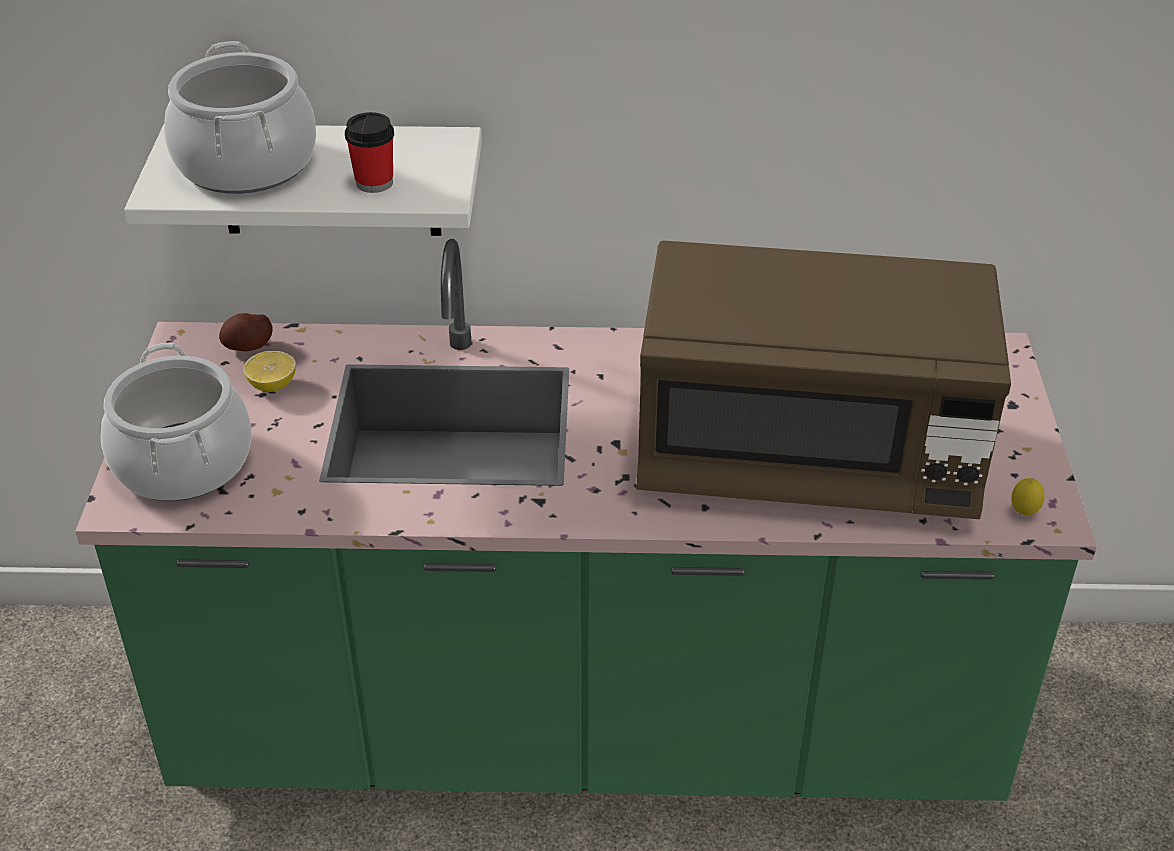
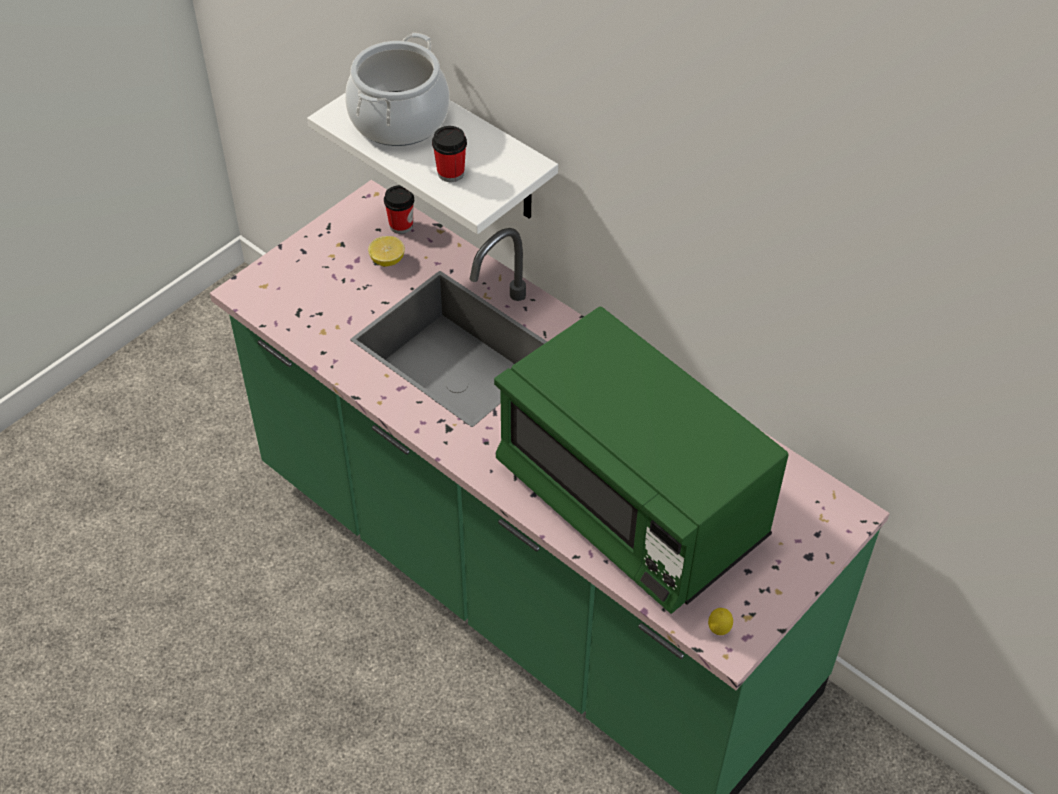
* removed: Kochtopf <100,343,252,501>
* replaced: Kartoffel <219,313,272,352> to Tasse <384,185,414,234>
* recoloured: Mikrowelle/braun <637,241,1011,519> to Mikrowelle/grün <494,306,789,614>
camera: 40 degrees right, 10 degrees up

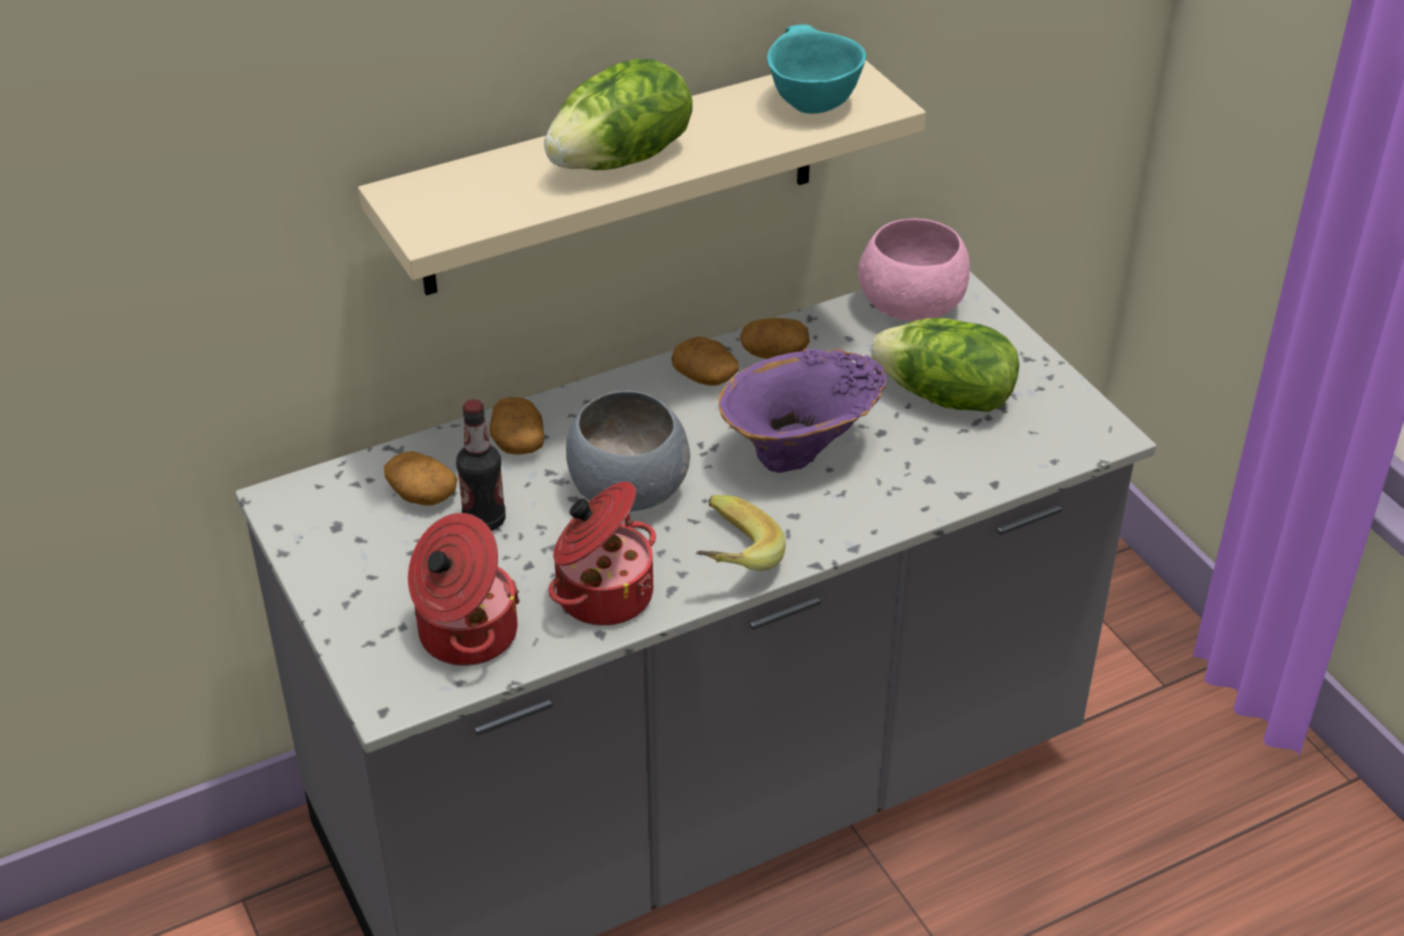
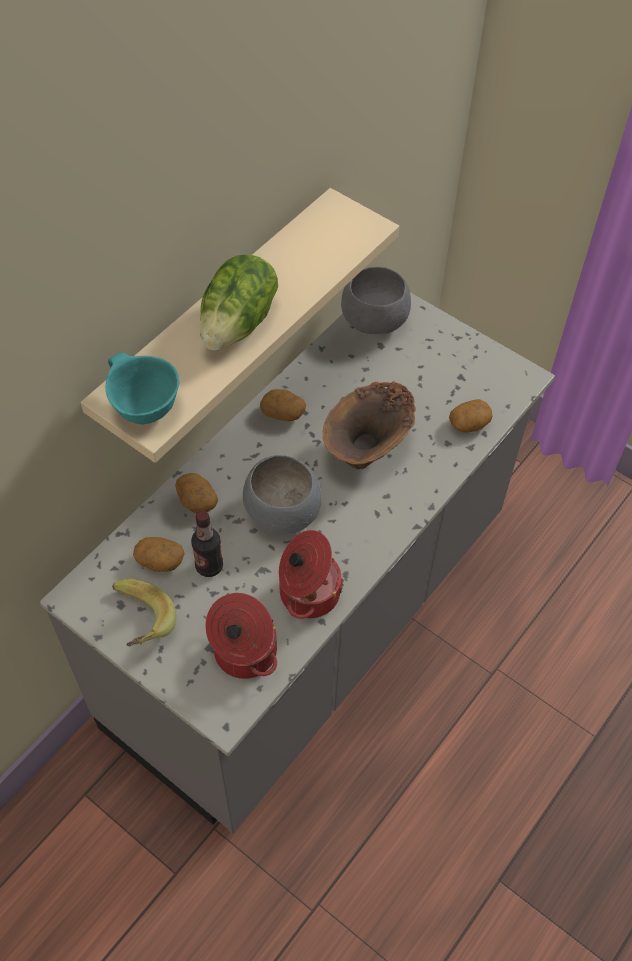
* moved: Banane <696,495,785,571> to <112,579,176,646>
* recoloured: Vase/lila <719,349,886,473> to Vase/braun <323,381,416,469>
* moved: Kartoffel <740,318,810,359> to <449,399,492,433>
* moved: Schüssel/türkis <767,24,866,114> to <105,352,180,424>
* recoloured: Schüssel/rosa <858,219,970,321> to Schüssel/grau <341,267,411,334>
* removed: Salatkopf <871,318,1019,412>
camera: 25 degrees left, 15 degrees up

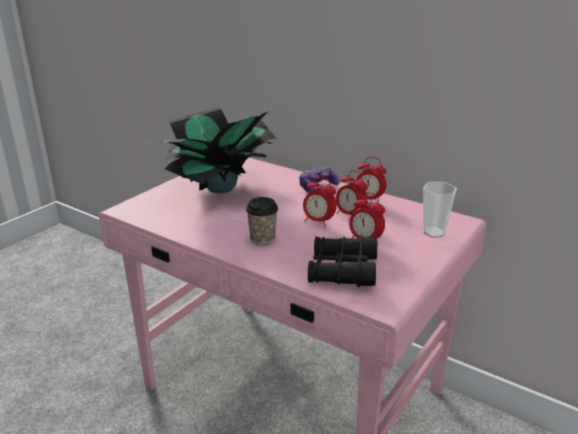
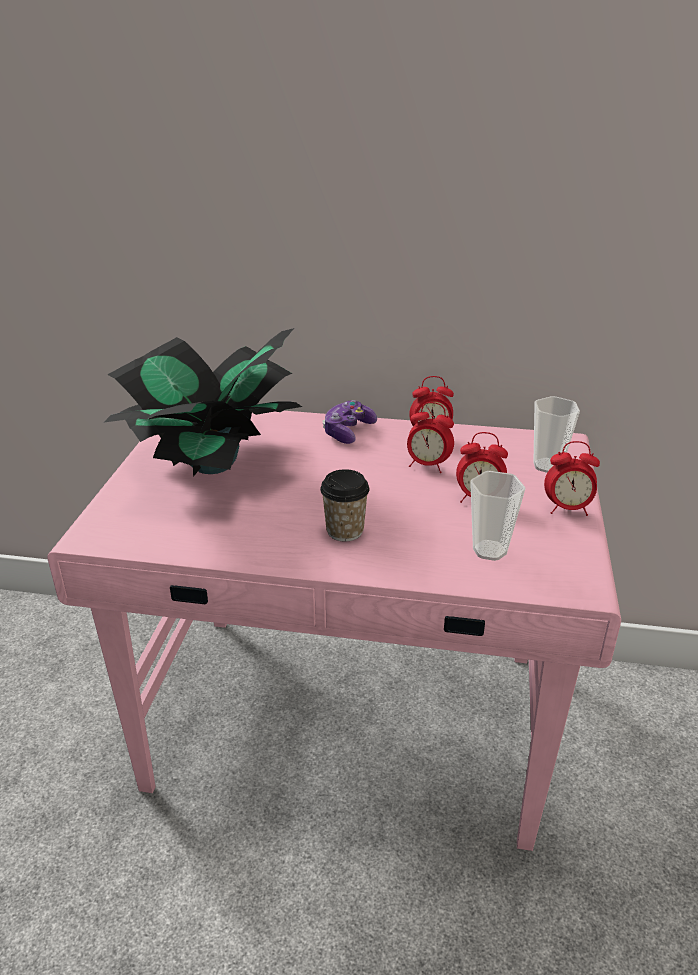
* moved: Wecker <303,176,337,227> to <544,441,600,516>
* replaced: Fernglas/schwarz <308,236,377,287> to Tasse <470,471,526,561>
camera: 25 degrees left, 5 degrees up

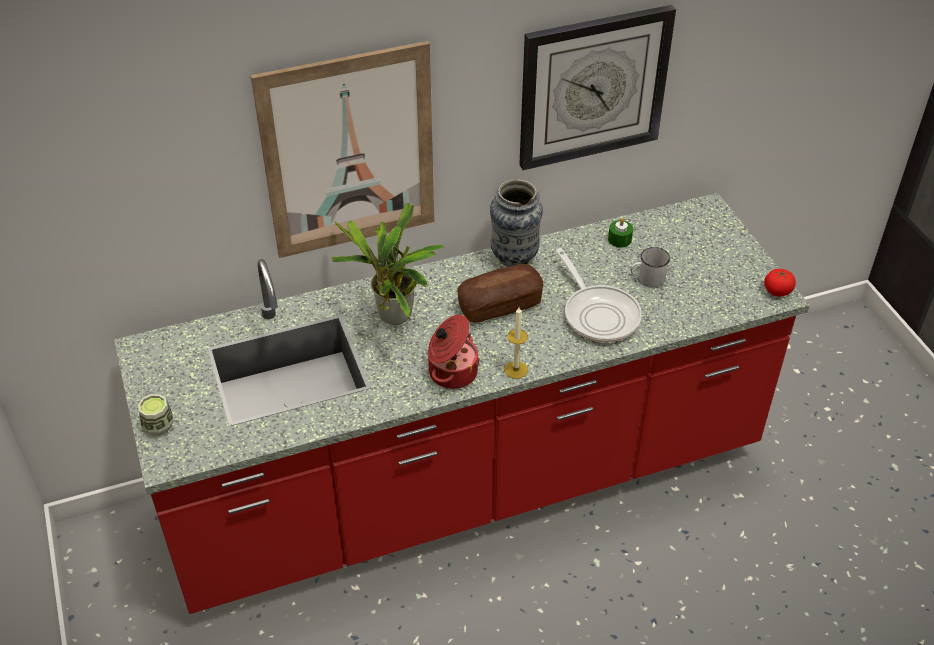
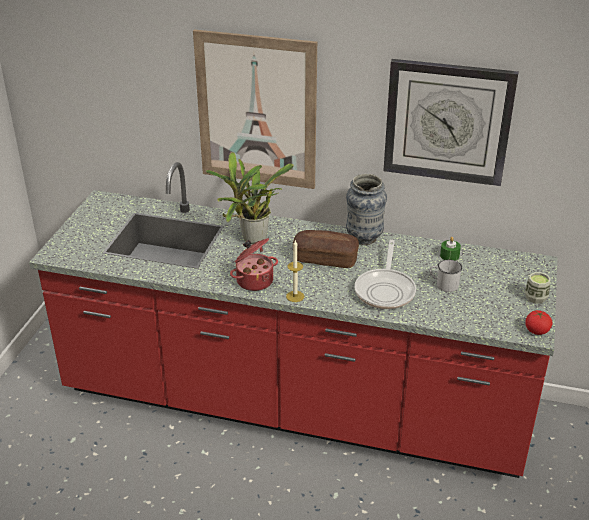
* moved: Tasse <138,394,174,436> to <525,272,551,304>
camera: 35 degrees right, 10 degrees down

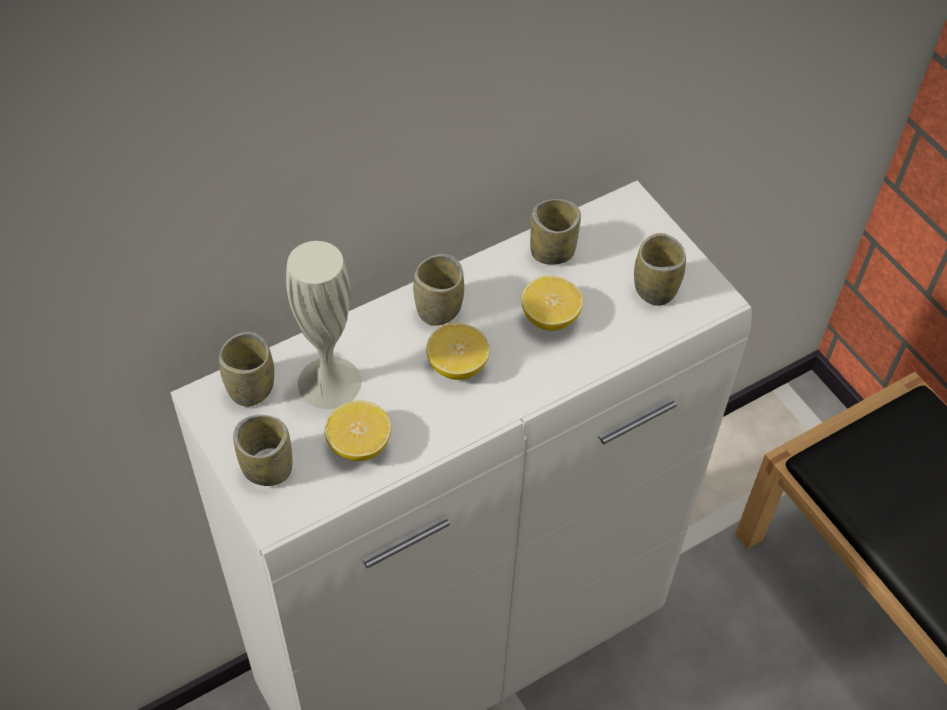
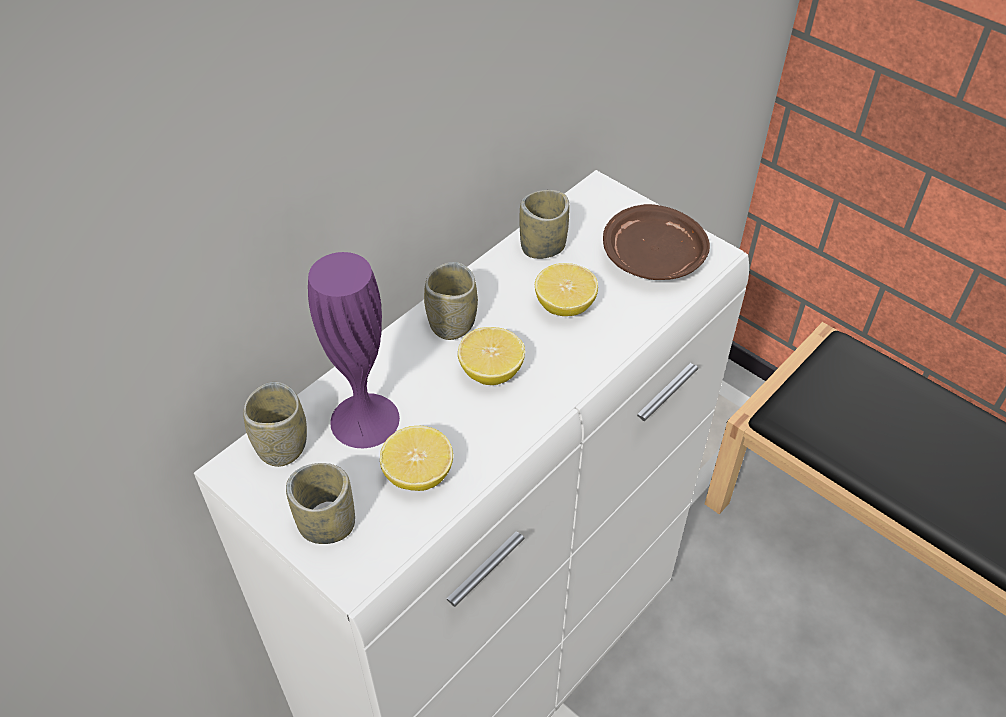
* recoloured: Vase/weiß <286,241,362,409> to Vase/lila <308,252,400,448>
* replaced: Tasse <634,233,686,306> to Teller/braun <603,204,710,280>
camera: 15 degrees left, 5 degrees down

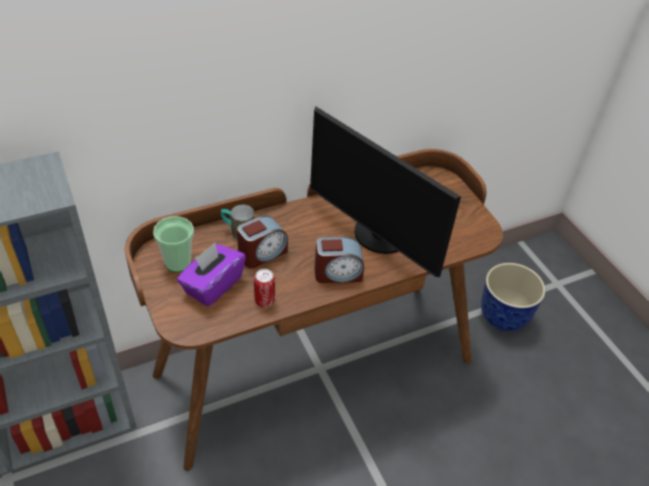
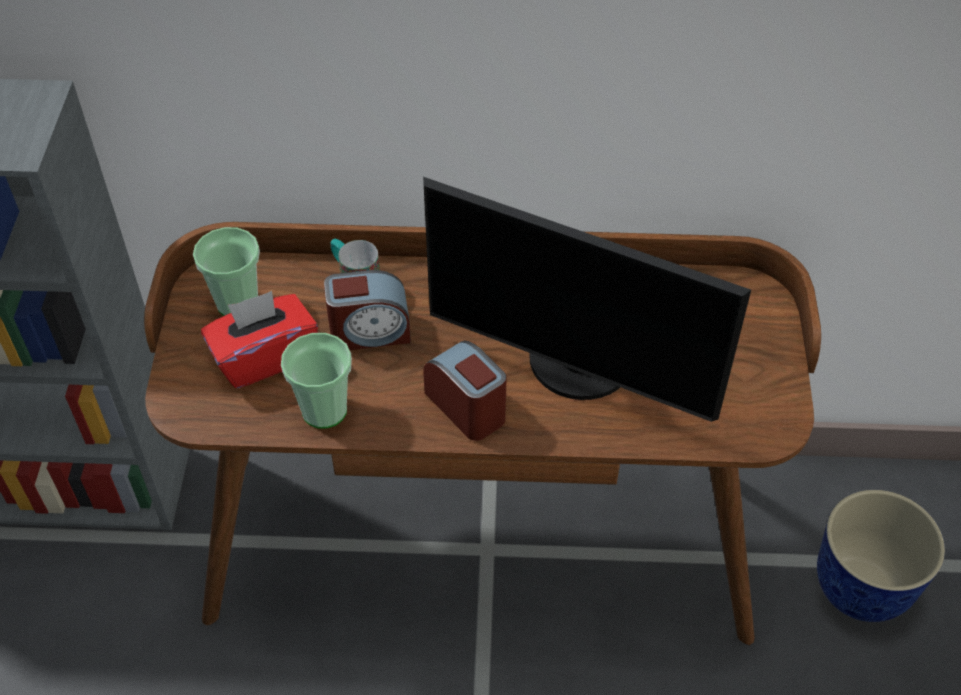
* recoloured: Taschentuchbox/lila <177,243,246,307> to Taschentuchbox/rot <201,291,318,388>
* replaced: Dose <254,269,275,307> to Tasse <281,333,352,429>
* turned: Monitor <310,106,461,277> = <423,177,751,422> 45 degrees counterclockwise
* turned: Wecker <314,236,364,283> = <423,340,506,441> 150 degrees counterclockwise
camera: 30 degrees right, 5 degrees up

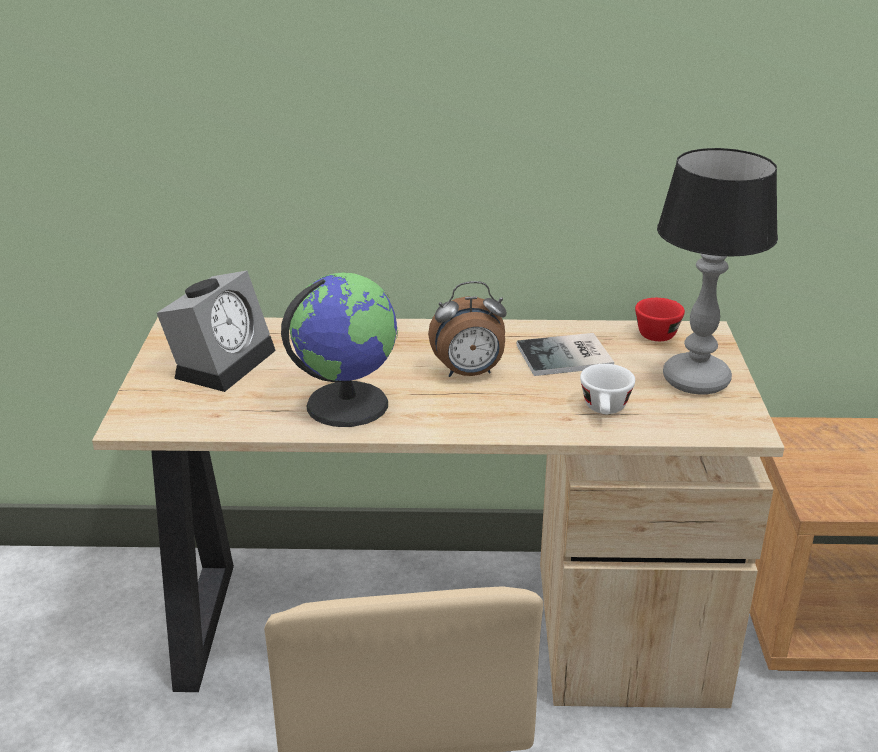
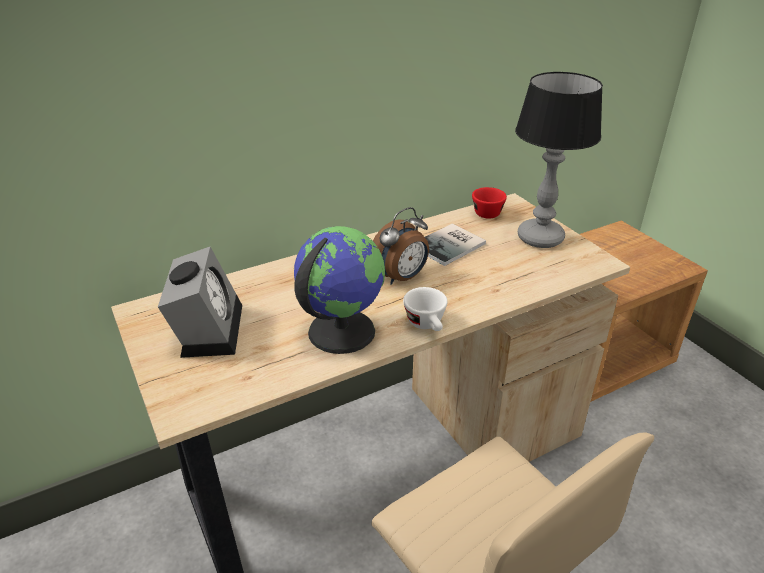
* moved: Tasse/weiß <580,364,635,415> to <403,287,447,331>
camera: 30 degrees left, 5 degrees up

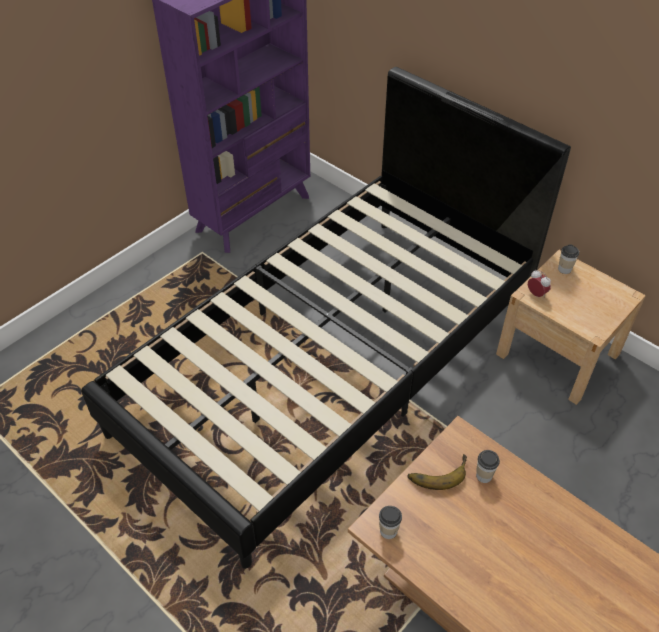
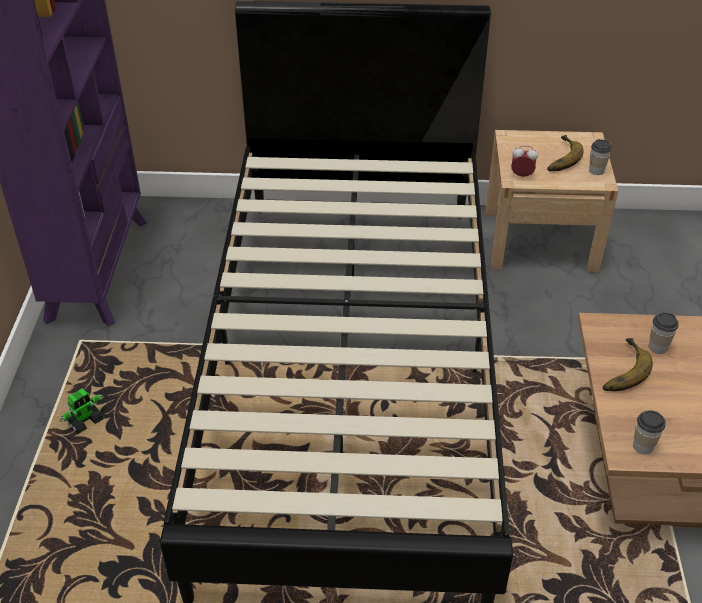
* moved: Tasse <558,245,579,274> to <589,139,612,175>
* added: Spielzeugroboter <60,388,104,434>
* added: Banane <547,135,583,171>
camera: 40 degrees left, 5 degrees down

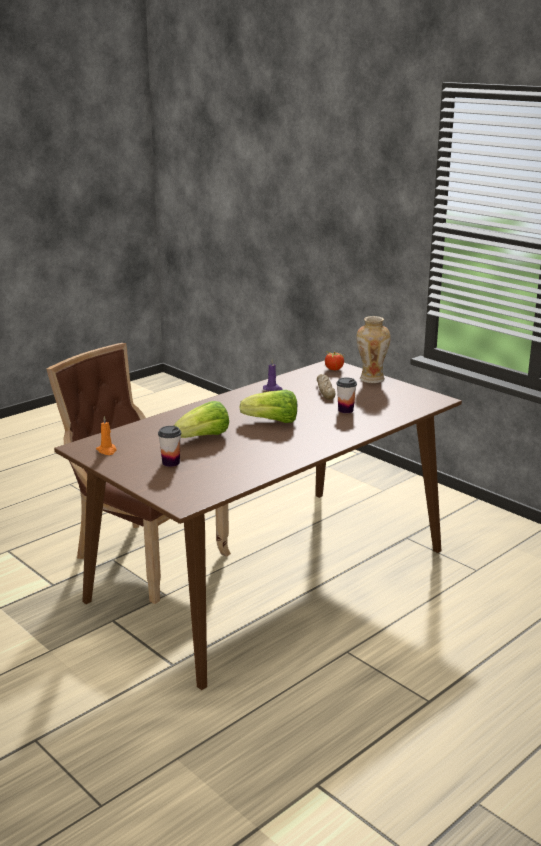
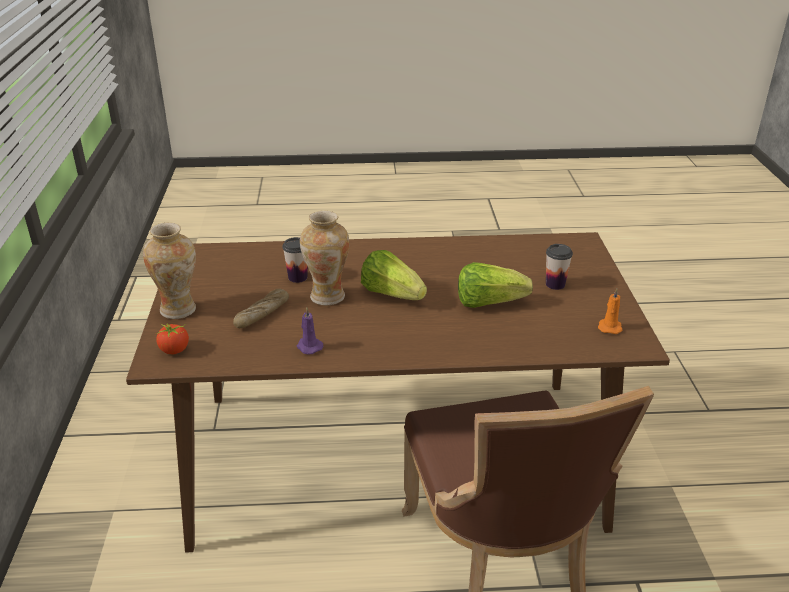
* added: Vase <300,211,349,306>
camera: 140 degrees left, 10 degrees up

